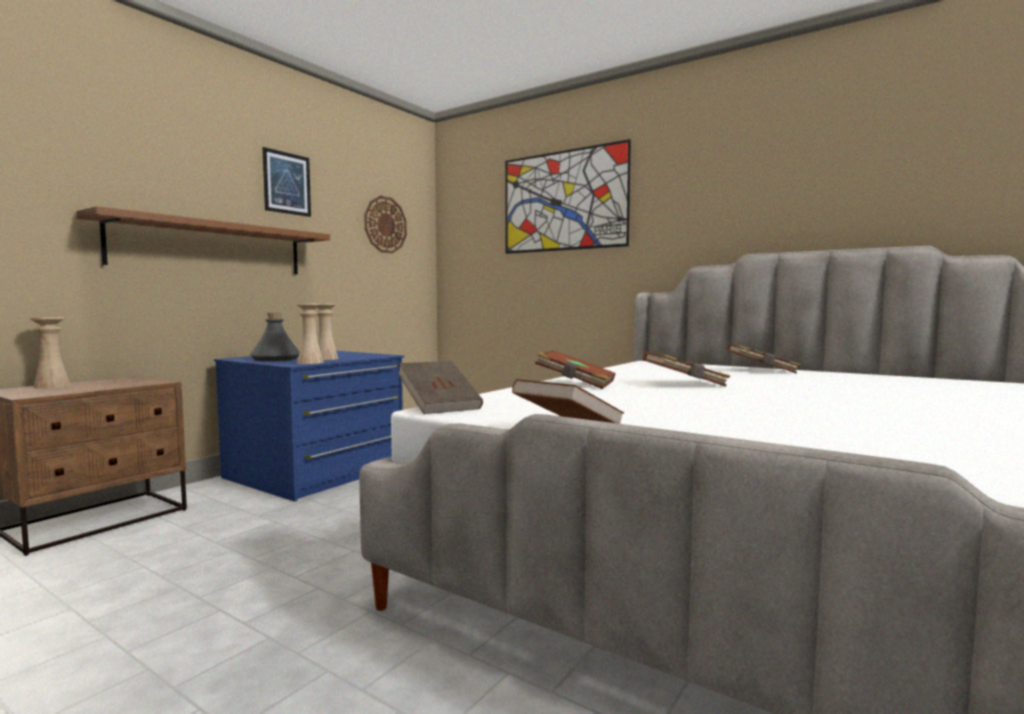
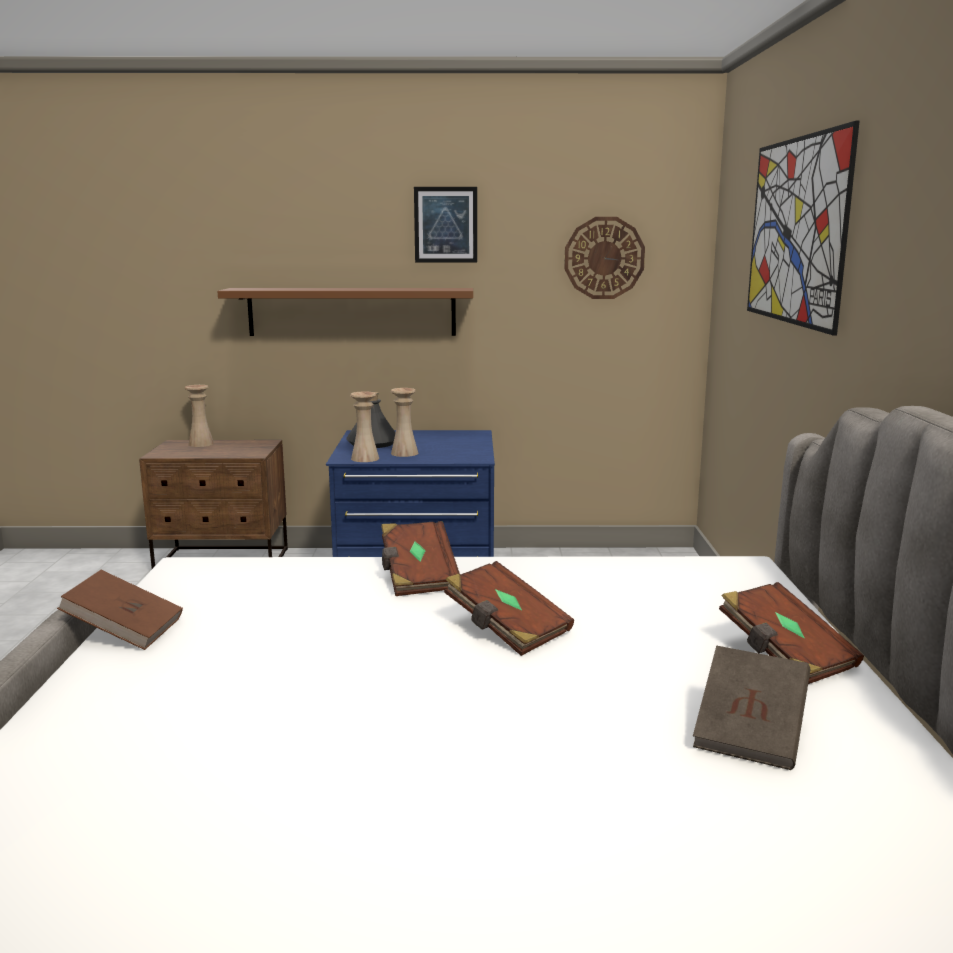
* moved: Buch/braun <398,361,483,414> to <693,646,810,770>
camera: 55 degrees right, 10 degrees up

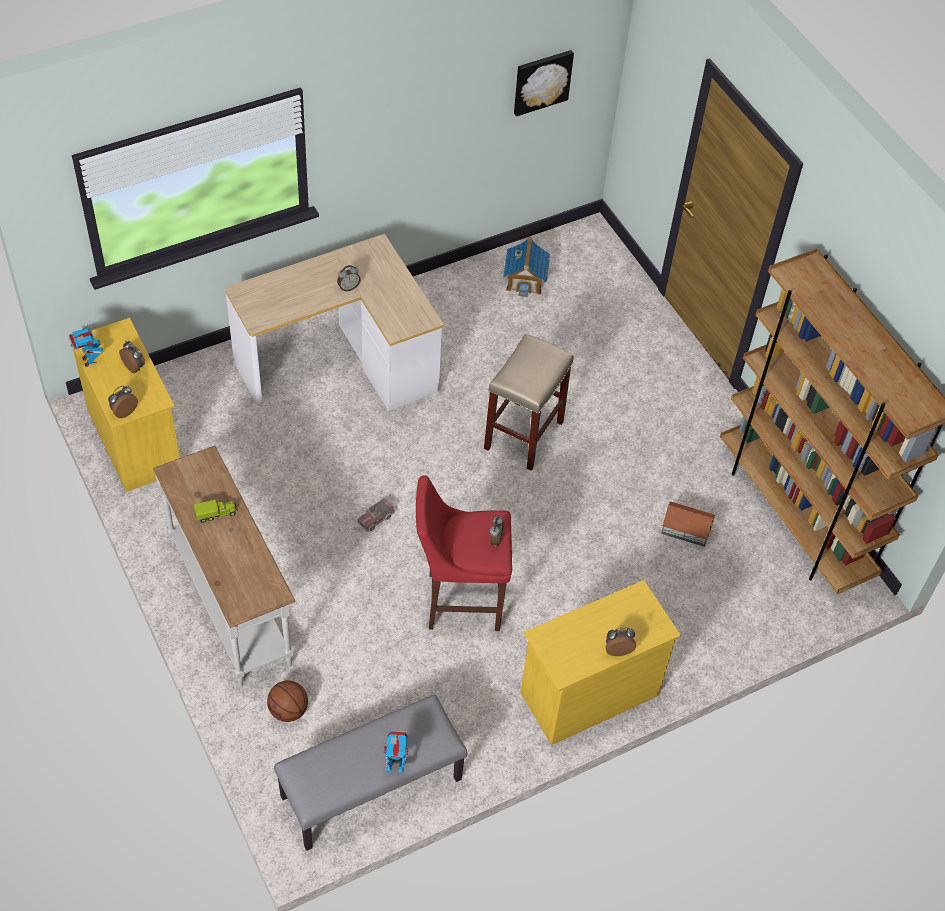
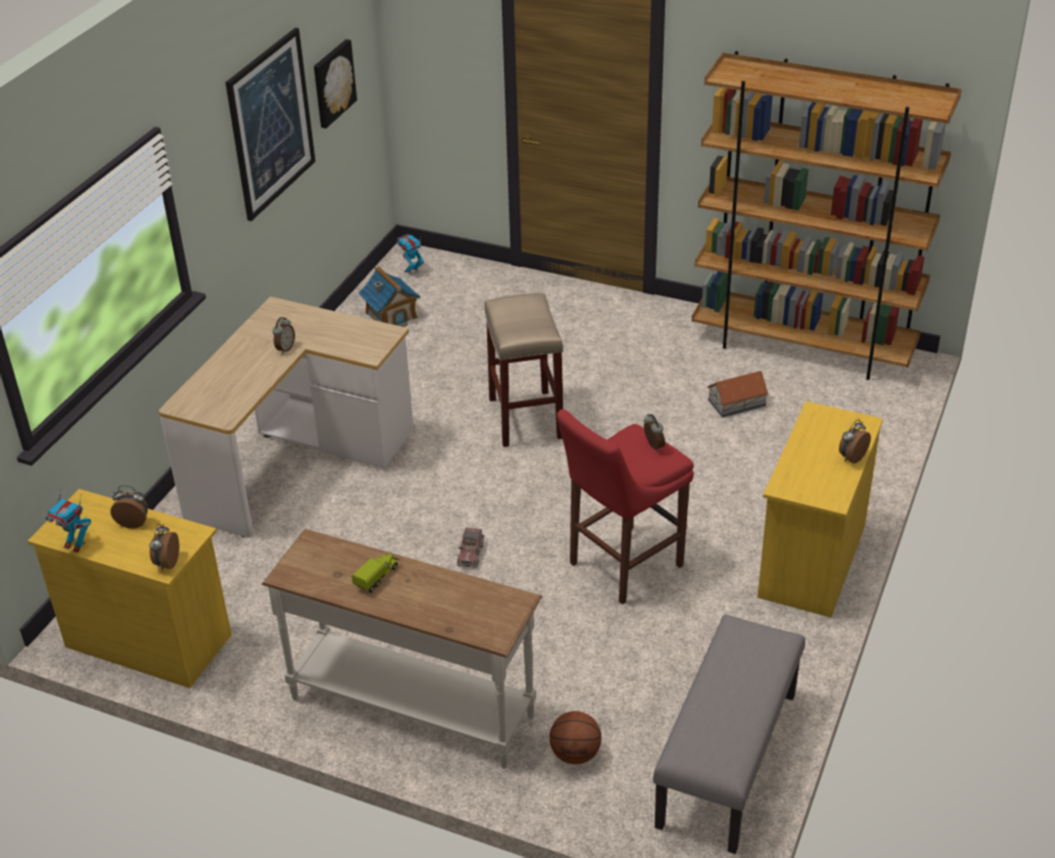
* moved: Spielzeugroboter <384,731,408,773> to <397,234,424,275>
* added: Bild <225,28,316,221>
camera: 35 degrees left, 15 degrees down

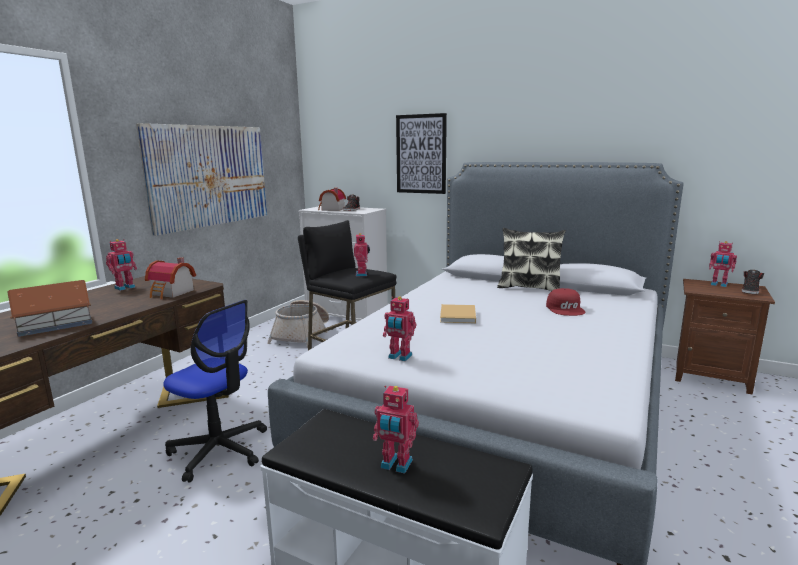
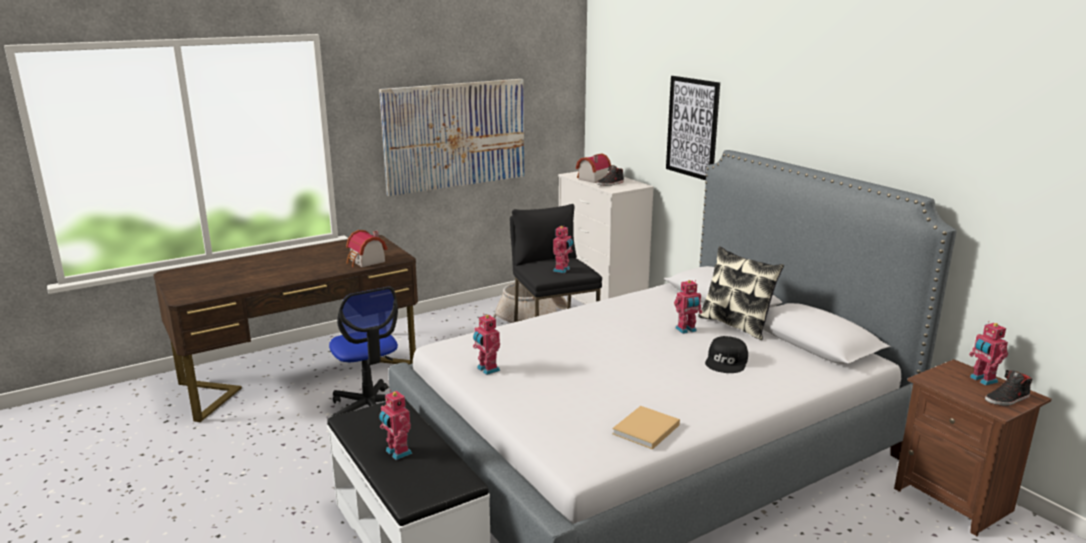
* removed: Spielzeughaus <7,280,92,337>
* moved: Spielzeugroboter <106,239,137,291> to <674,280,702,334>
* moved: Buch/beige <440,304,476,323> to <612,406,680,450>
* recoloured: Kappe/rot <546,288,586,316> to Kappe/schwarz <705,336,748,373>
camera: 30 degrees right, 5 degrees up

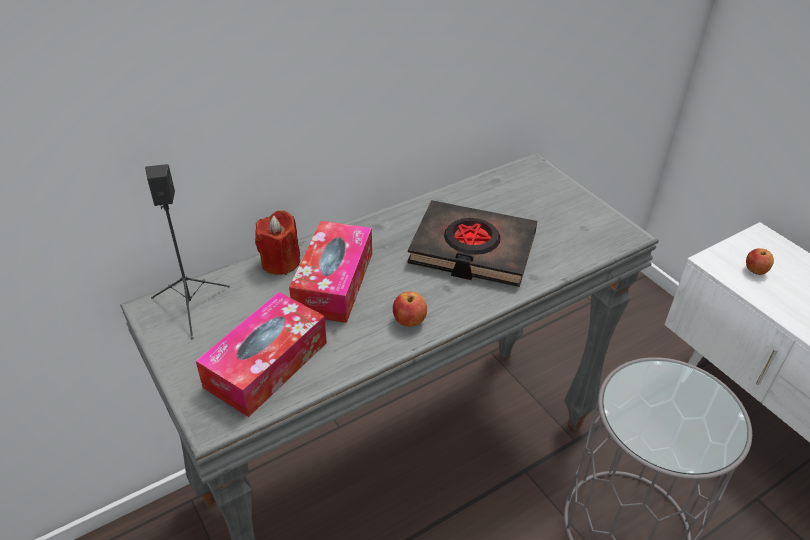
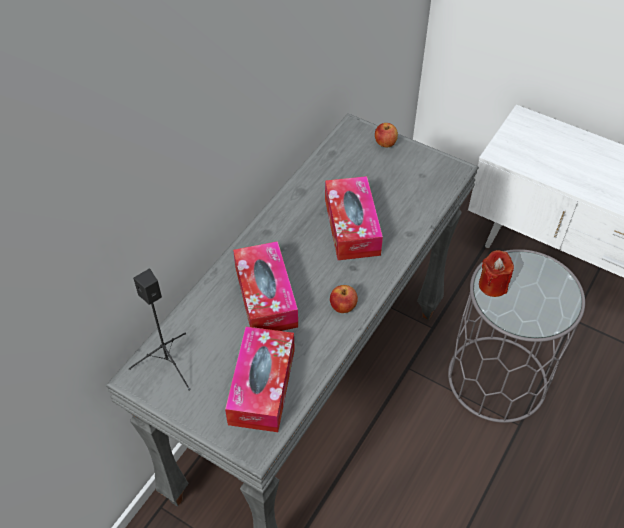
* moved: Kerze/rot <255,210,300,275> to <479,250,514,297>
* replaced: Buch/schwarz <407,200,537,287> to Taschentuchbox <325,176,383,260>
* moved: Apfel <746,248,774,275> to <375,123,398,147>
camera: 25 degrees left, 10 degrees up

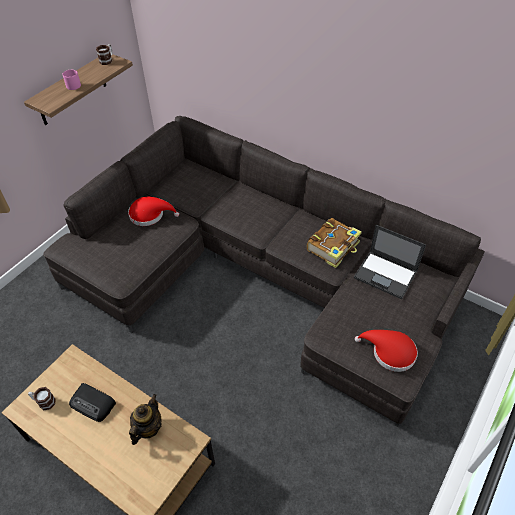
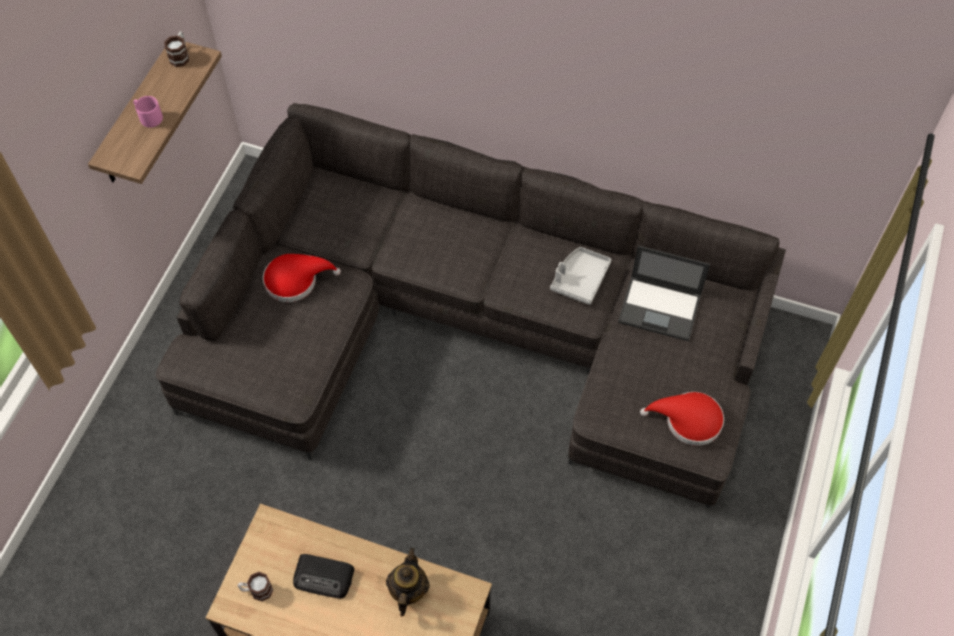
* replaced: Buch <307,218,362,268> to Tablett/grau <550,247,611,305>
camera: 15 degrees left, 10 degrees up

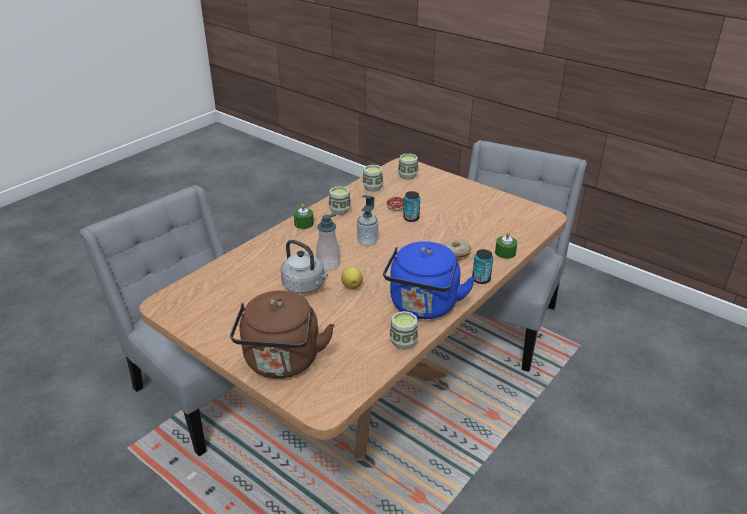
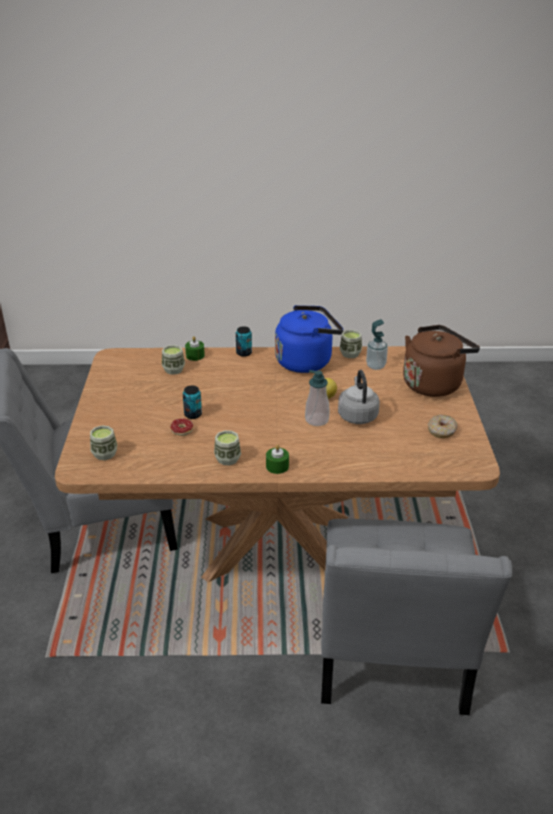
* moved: Seifenspender <357,195,378,246> to <366,319,388,370>
* moved: Tasse <363,165,383,192> to <162,345,185,375>
* moved: Donut <444,239,471,260> to <428,415,457,438>
camera: 130 degrees left, 0 degrees up

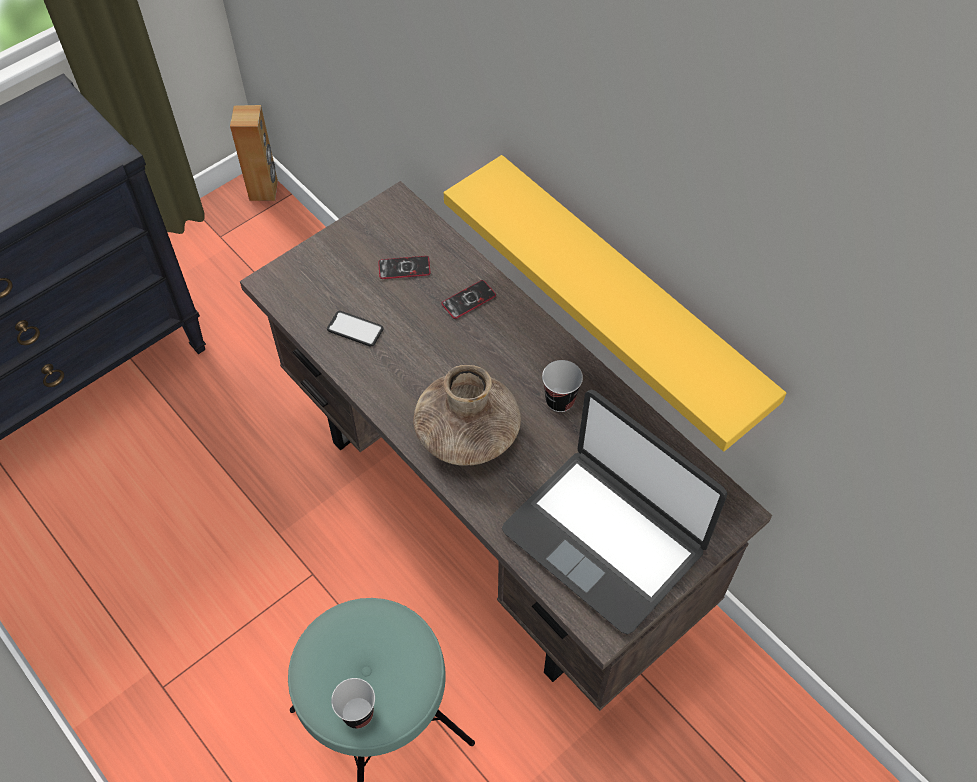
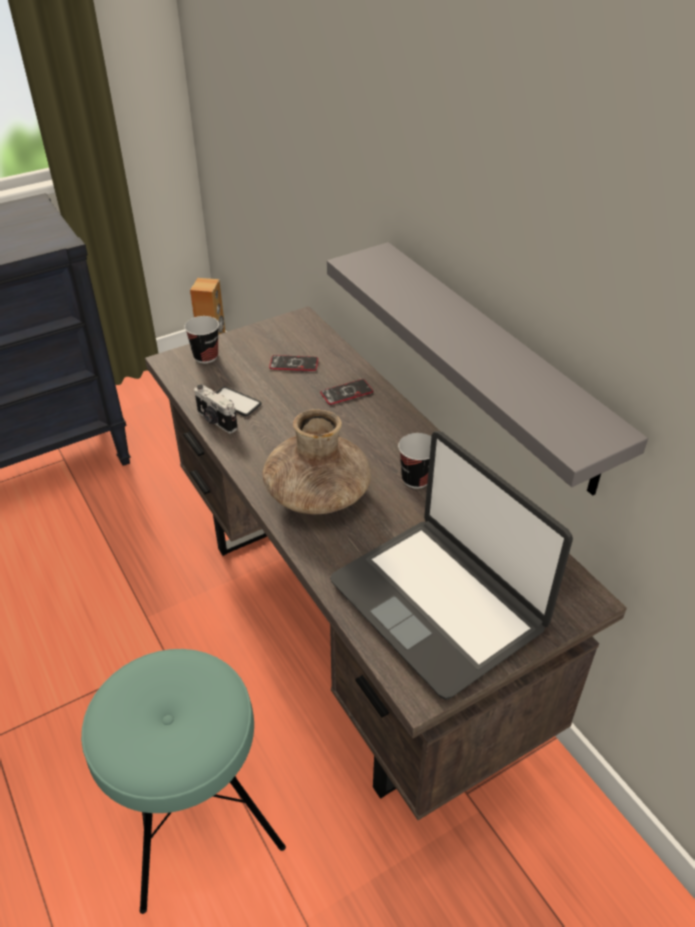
* moved: Tasse <331,678,375,728> to <184,316,219,363>
* recoloured: Wandregal/gelb <444,155,786,452> to Wandregal/grau <327,242,648,496>
* added: Kamera <194,384,238,433>
camera: 10 degrees right, 15 degrees down

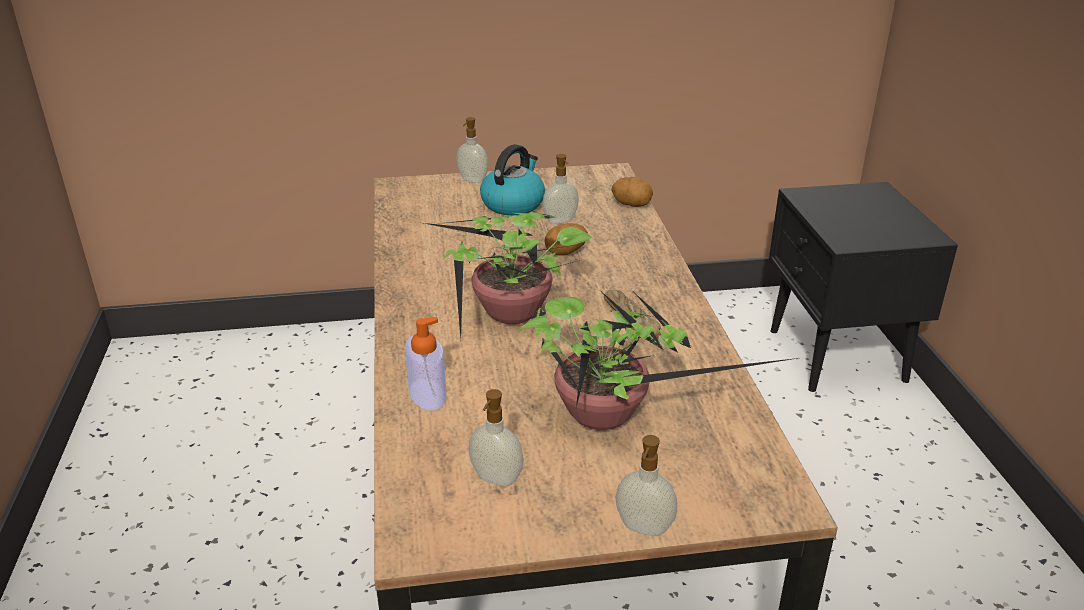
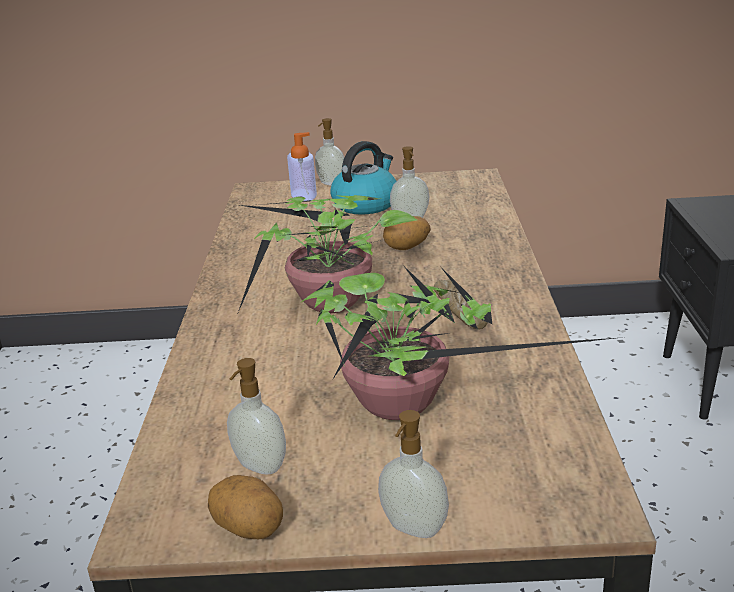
* moved: Seifenspender <405,317,447,411> to <287,132,317,201>
* moved: Kartoffel <611,177,653,207> to <208,475,283,539>
camera: 10 degrees right, 5 degrees down

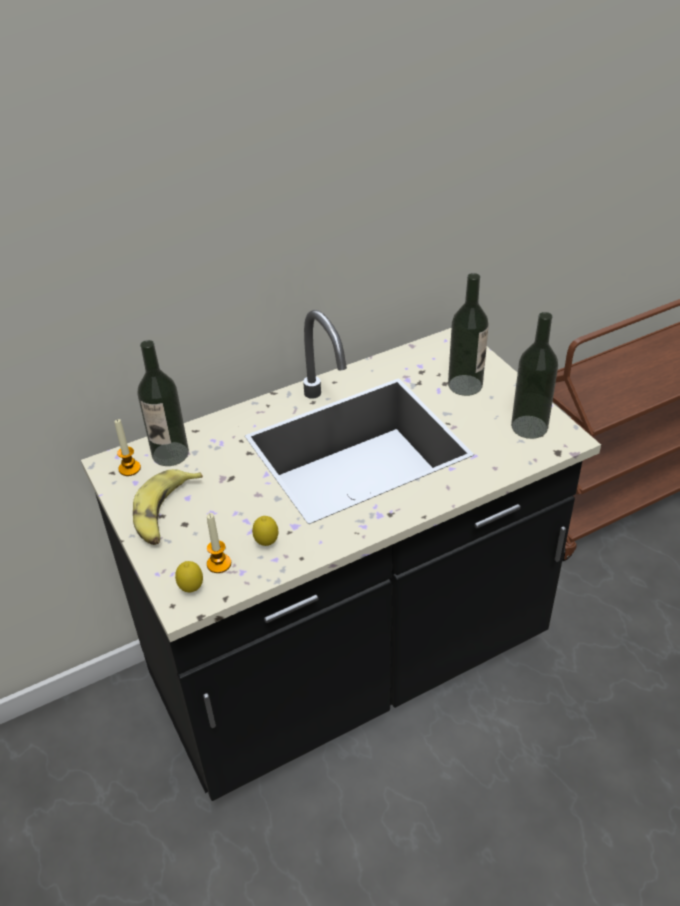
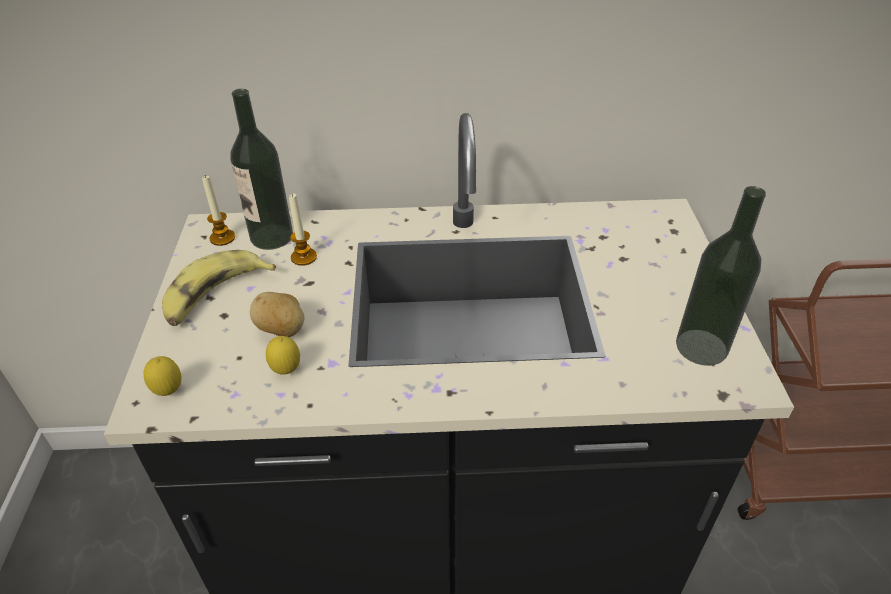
* moved: Kerze <207,513,231,573> to <289,194,317,266>
* removed: Flasche <448,273,489,396>
* added: Kartoffel <250,292,305,337>
camera: 25 degrees right, 0 degrees up

